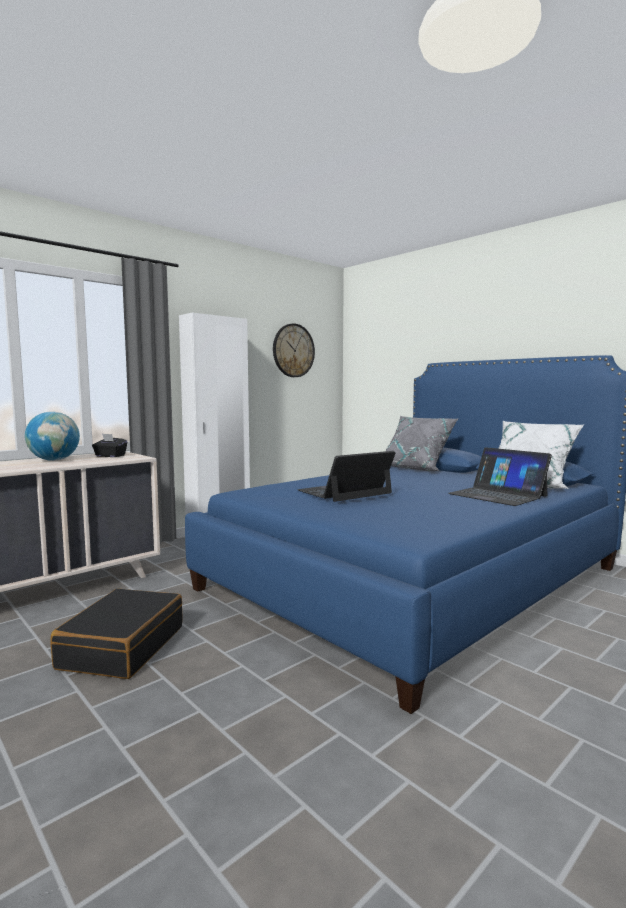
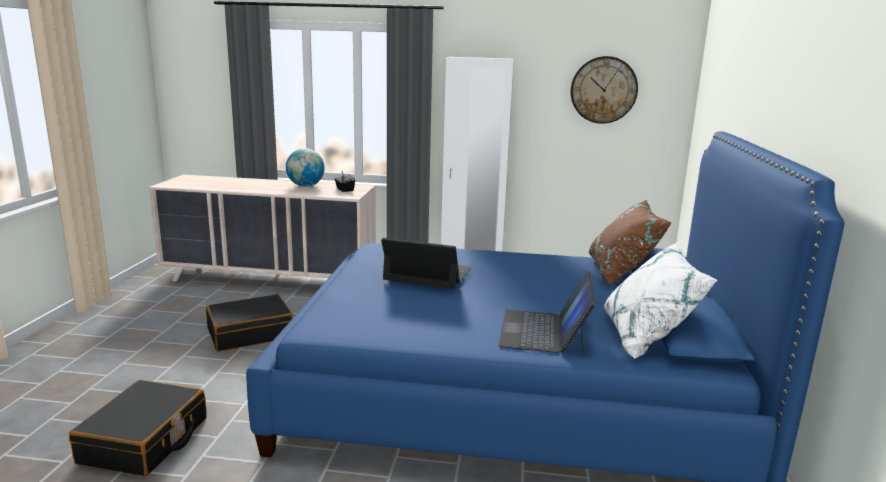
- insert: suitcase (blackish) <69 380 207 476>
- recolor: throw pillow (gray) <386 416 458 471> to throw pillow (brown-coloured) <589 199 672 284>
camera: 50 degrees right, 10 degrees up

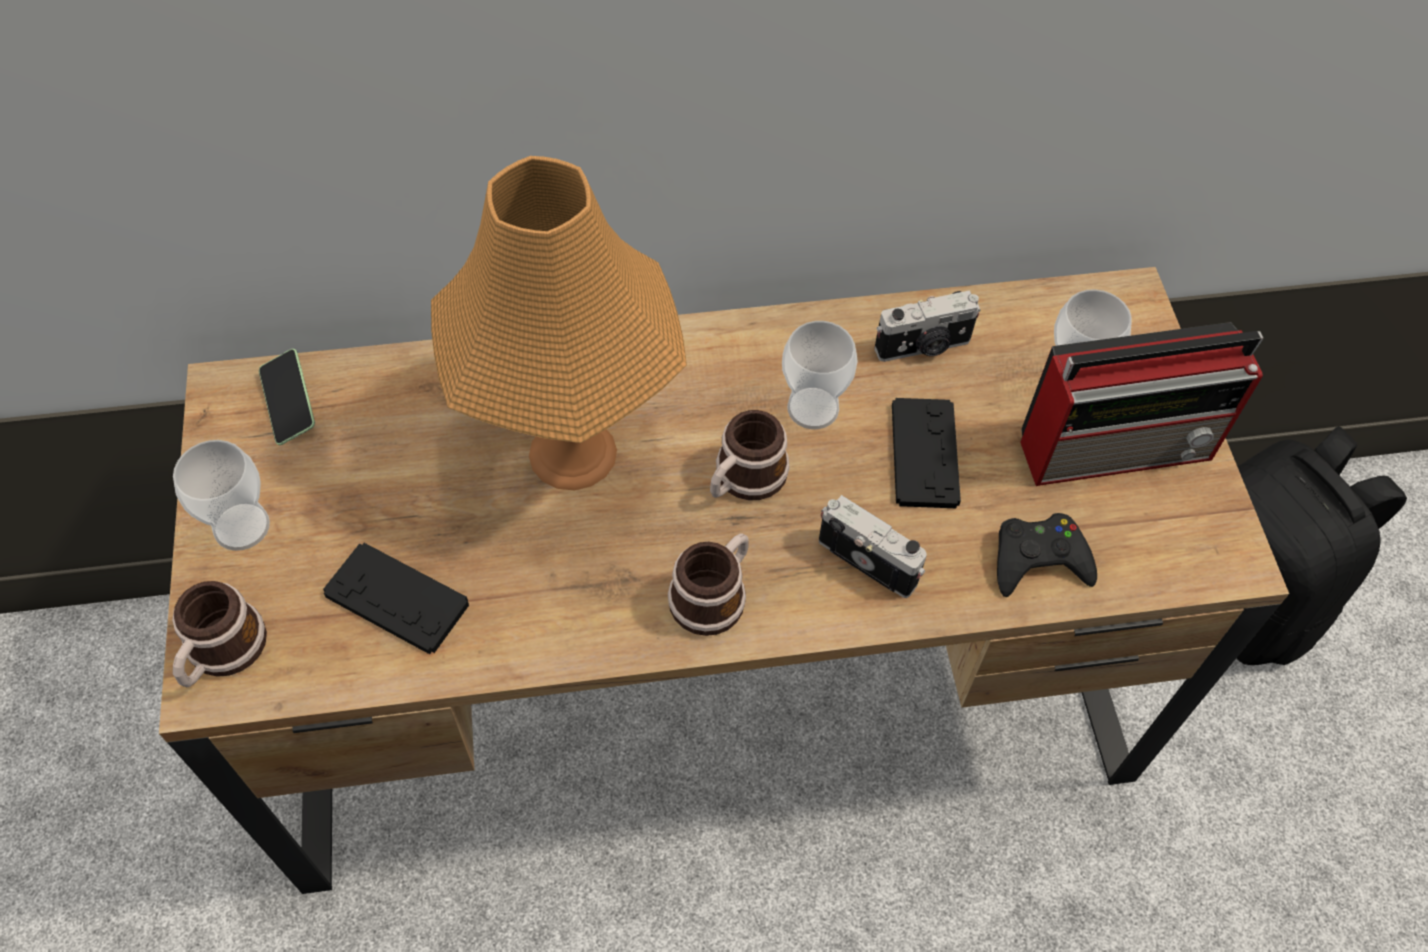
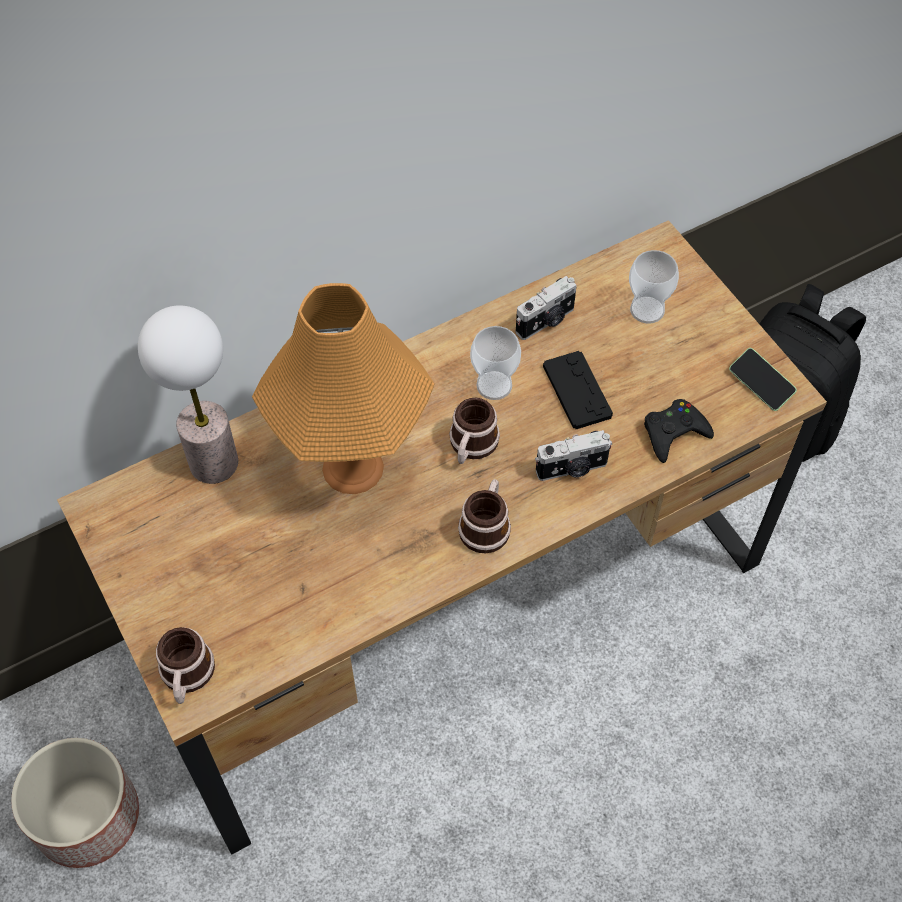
- insert: plant pot <11 738 139 868>
- insert: table lamp <138 306 238 484>
- rotate: still camera <819 495 927 598> = <535 430 612 481> 150 degrees clockwise
- move: telephone <259 349 315 445> to <729 348 797 411>
- delete: cup <173 440 270 551>
- delete: joypad (blackish) <323 543 469 654>
- delete: radio receiver <1020 322 1264 486>
camera: 20 degrees left, 0 degrees up

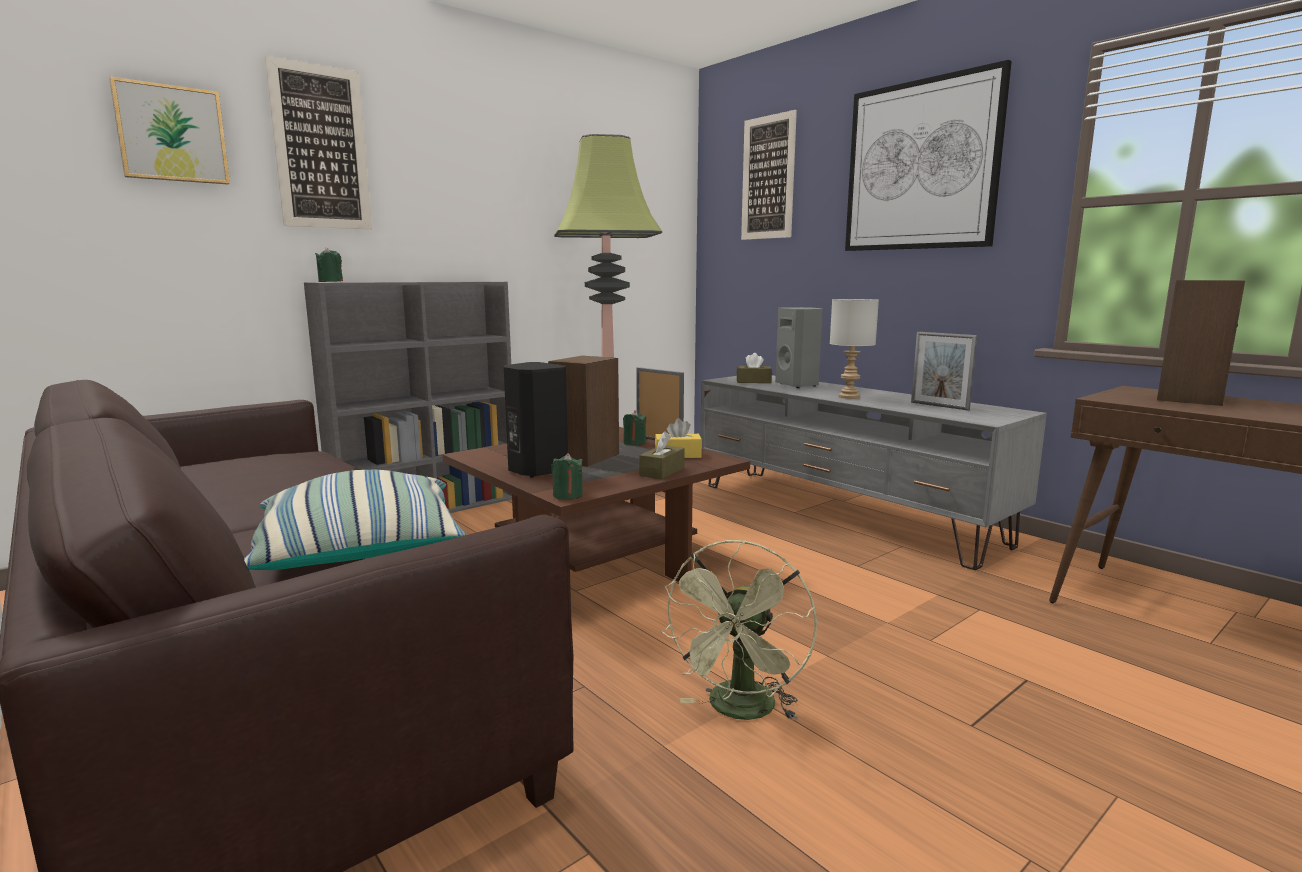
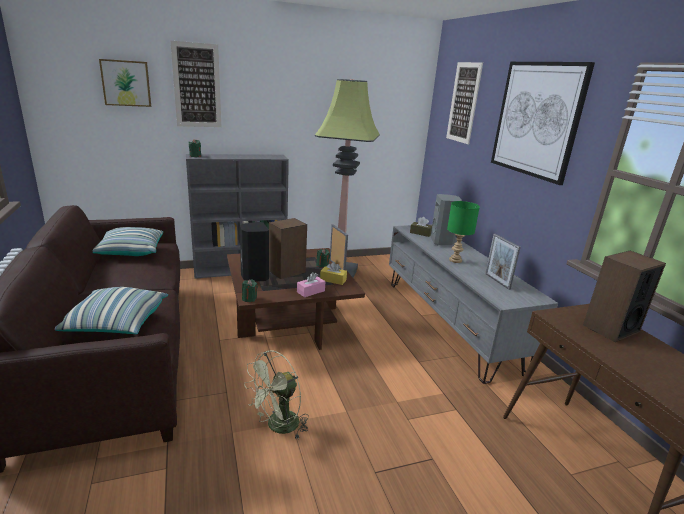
- insert: throw pillow <93 227 163 256>
- recolor: tissue box (brown-coloured) <639 431 685 479> to tissue box (pink-coloured) <297 272 326 297>
- recolor: table lamp (gray) <830 299 879 399> to table lamp (green-coloured) <447 201 480 263>
camera: 20 degrees right, 10 degrees up

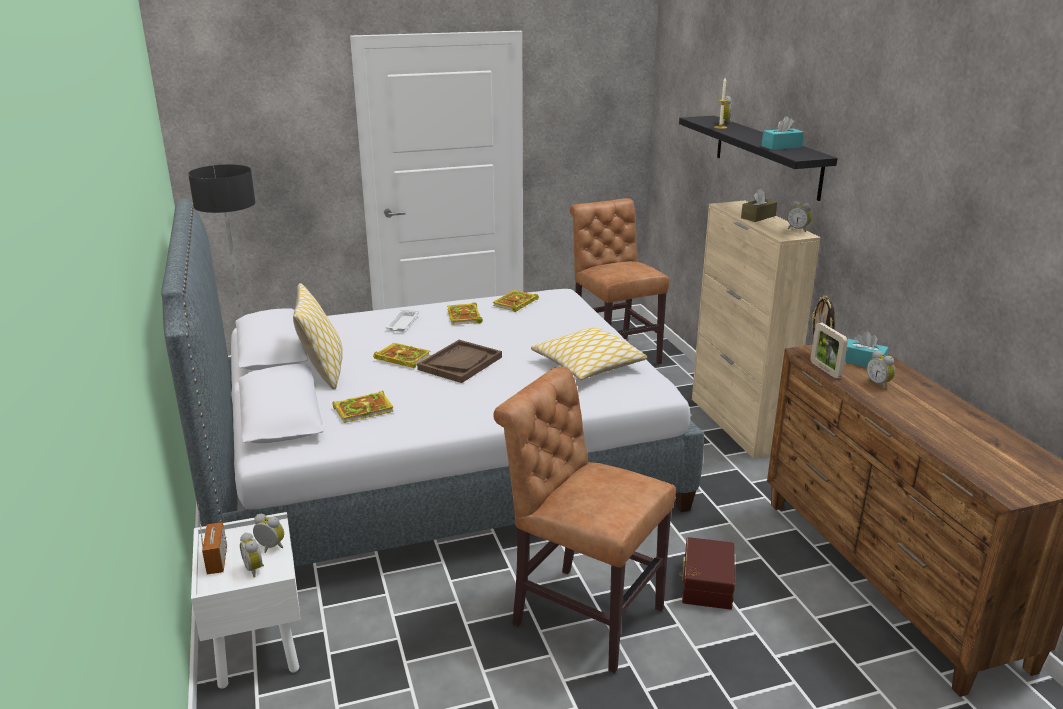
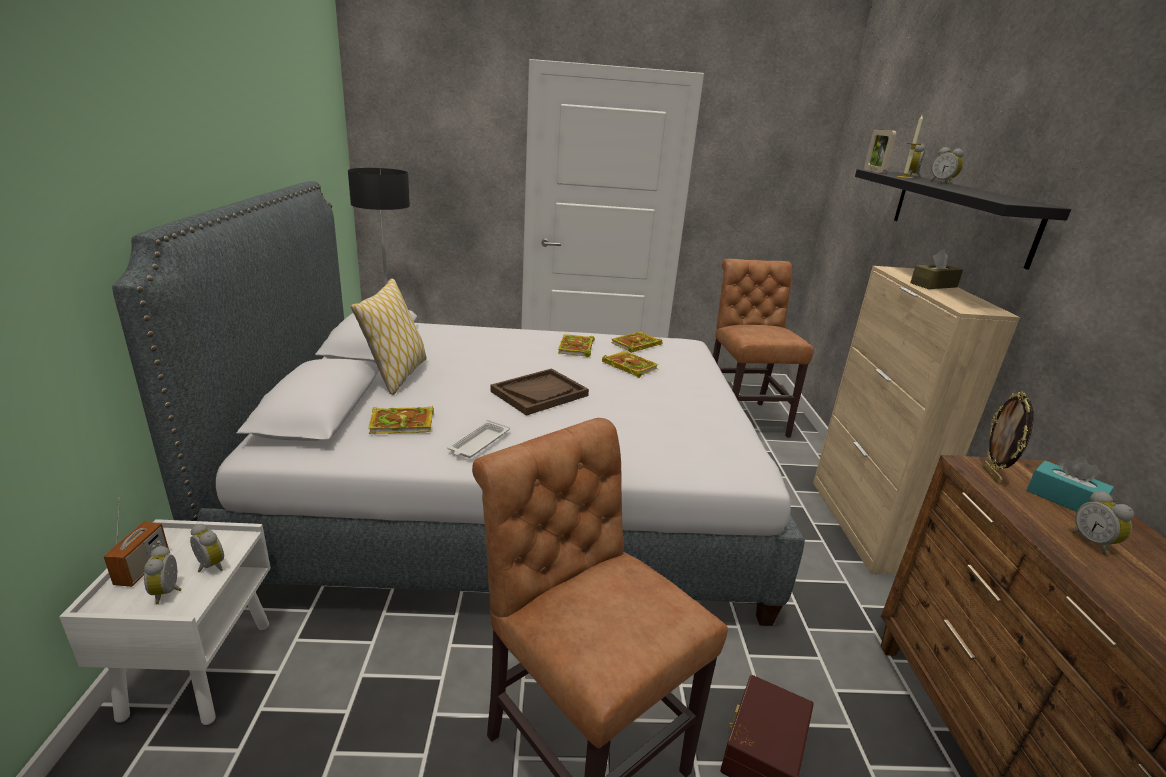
- move: tray (whitish) <386 310 419 332> to <447 420 510 458>
- move: book <373 343 431 369> to <602 351 659 378>
- move: picture frame <810 322 848 378> to <864 129 897 173>
- move: table clock <787 201 812 232> to <930 147 964 184>
- delete: throw pillow <531 327 647 380>
- delete: tissue box (blue-green) <762 116 804 150>
camera: 15 degrees right, 0 degrees up

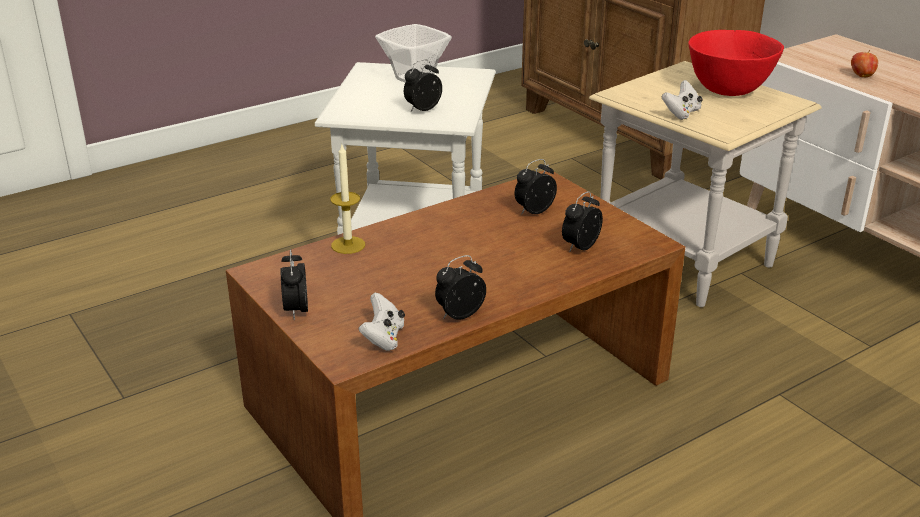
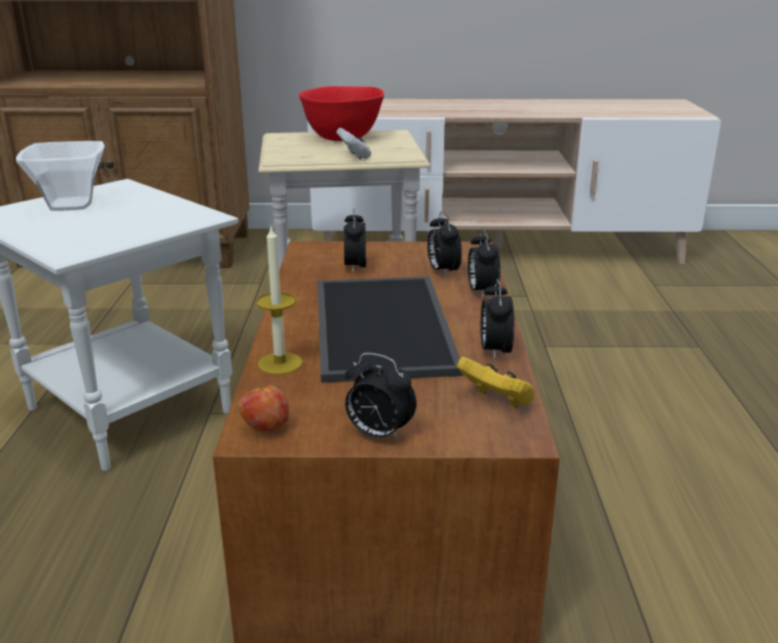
- move: whole apple <851 50 878 77> to <238 381 289 432>
- insert: tray <317 277 464 383>
- recolor: joypad (whitish) <358 293 405 351> to joypad (yellow-coloured) <457 357 534 408>
- move: table clock <404 59 442 112> to <468 229 501 299>
camera: 55 degrees left, 5 degrees down

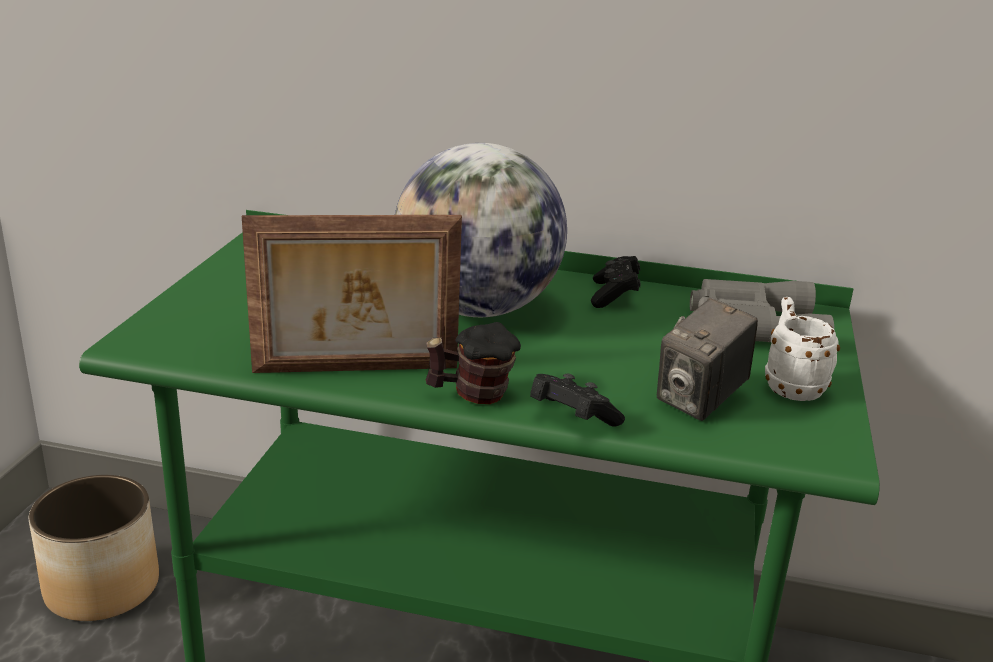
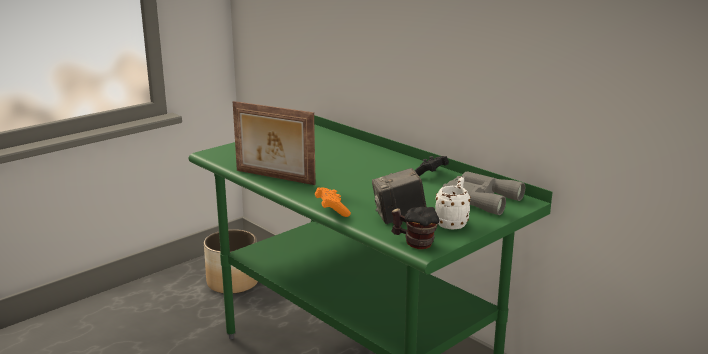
- recolor: joypad (blackish) <530 374 625 427> to joypad (orange-coloured) <315 187 351 217>
- move: tea mug <426 322 521 404> to <391 207 439 249>
- delete: globe <395 143 567 317>
camera: 35 degrees right, 5 degrees down

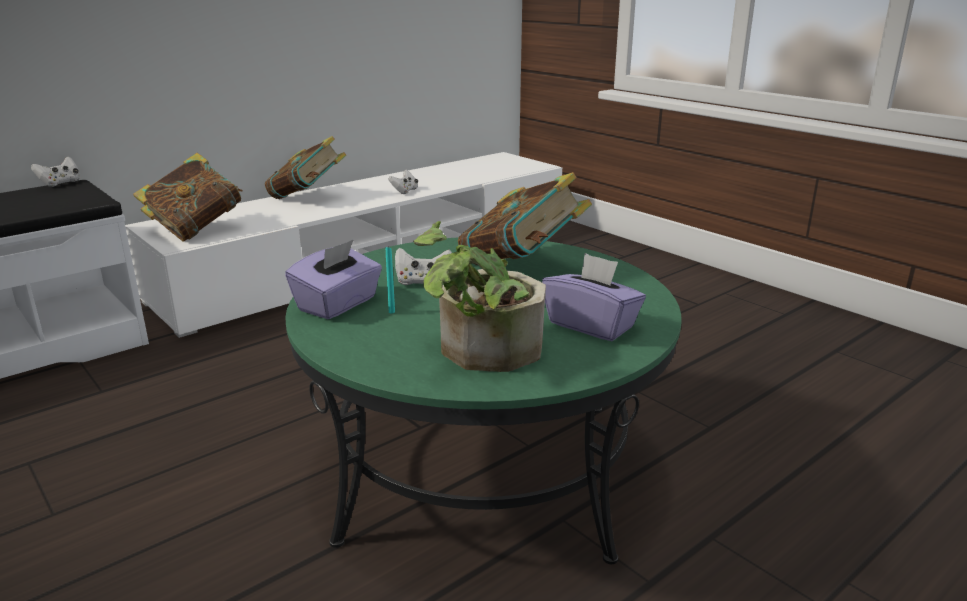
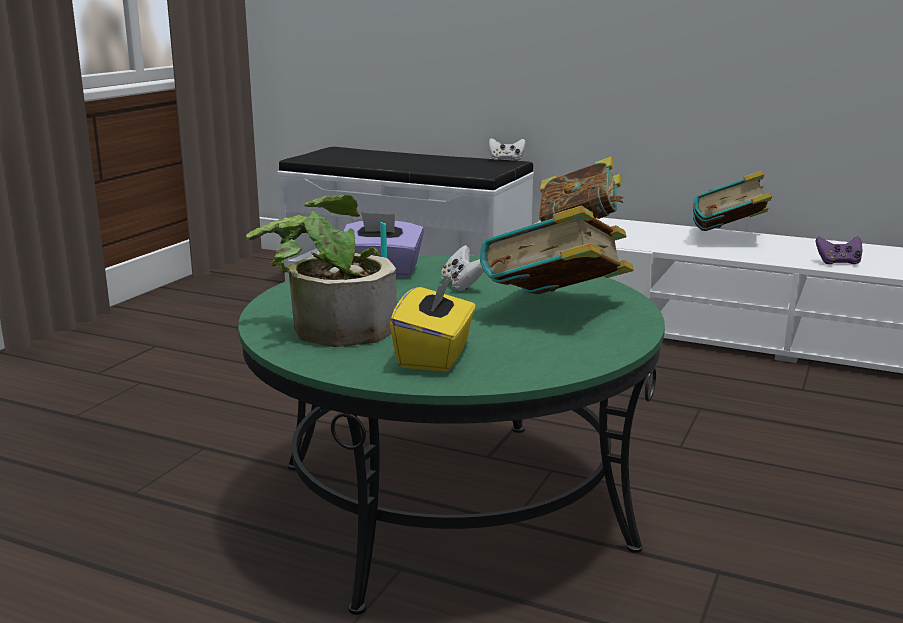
- recolor: tissue box (purplish) <542 253 646 341> to tissue box (yellow-coloured) <390 275 476 372>
- recolor: joypad (whitish) <388 169 418 194> to joypad (purplish) <815 236 863 264>
camera: 65 degrees right, 5 degrees down

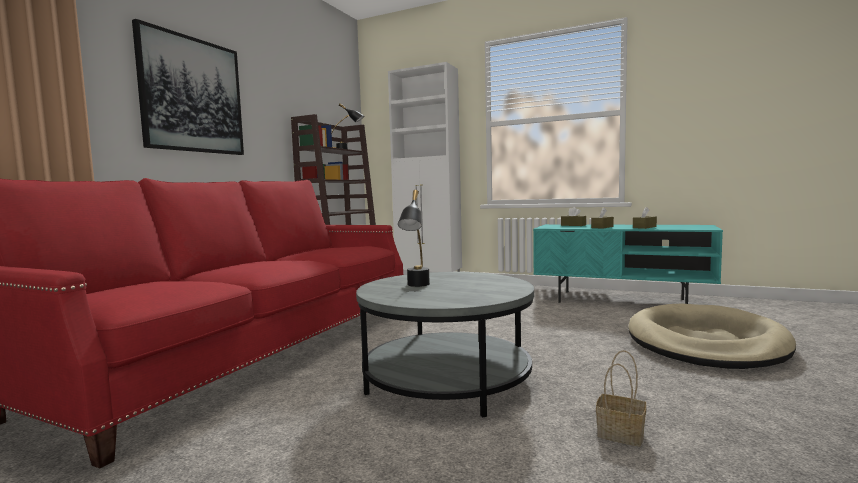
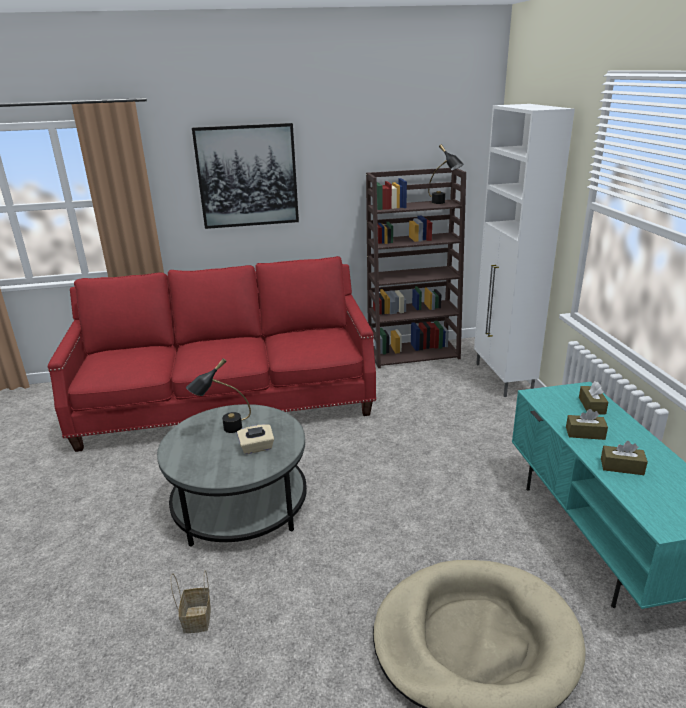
- insert: tissue box (beige) <237 424 274 454>
camera: 55 degrees right, 20 degrees up

